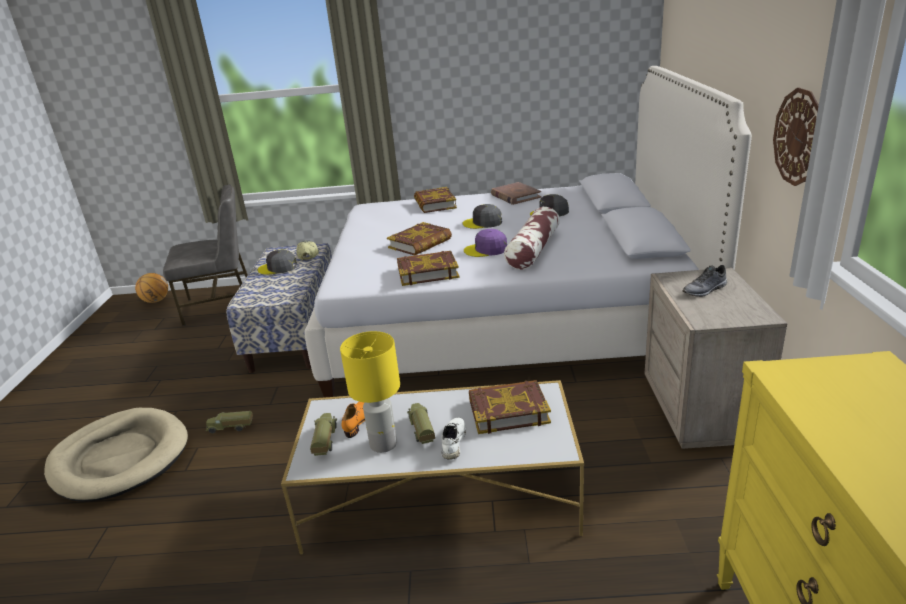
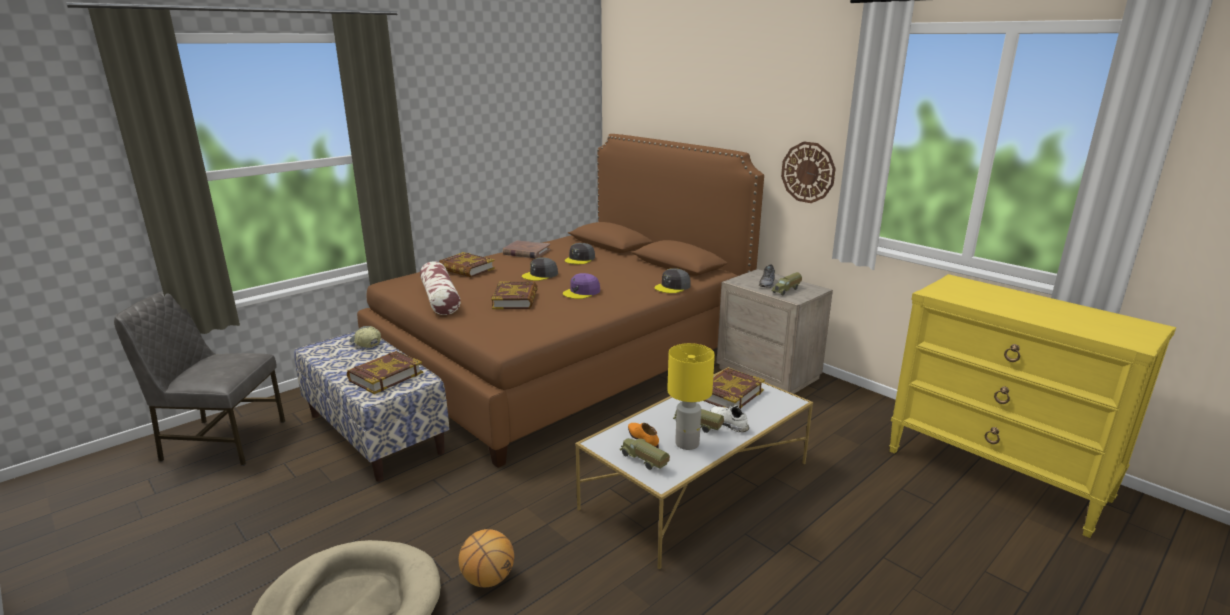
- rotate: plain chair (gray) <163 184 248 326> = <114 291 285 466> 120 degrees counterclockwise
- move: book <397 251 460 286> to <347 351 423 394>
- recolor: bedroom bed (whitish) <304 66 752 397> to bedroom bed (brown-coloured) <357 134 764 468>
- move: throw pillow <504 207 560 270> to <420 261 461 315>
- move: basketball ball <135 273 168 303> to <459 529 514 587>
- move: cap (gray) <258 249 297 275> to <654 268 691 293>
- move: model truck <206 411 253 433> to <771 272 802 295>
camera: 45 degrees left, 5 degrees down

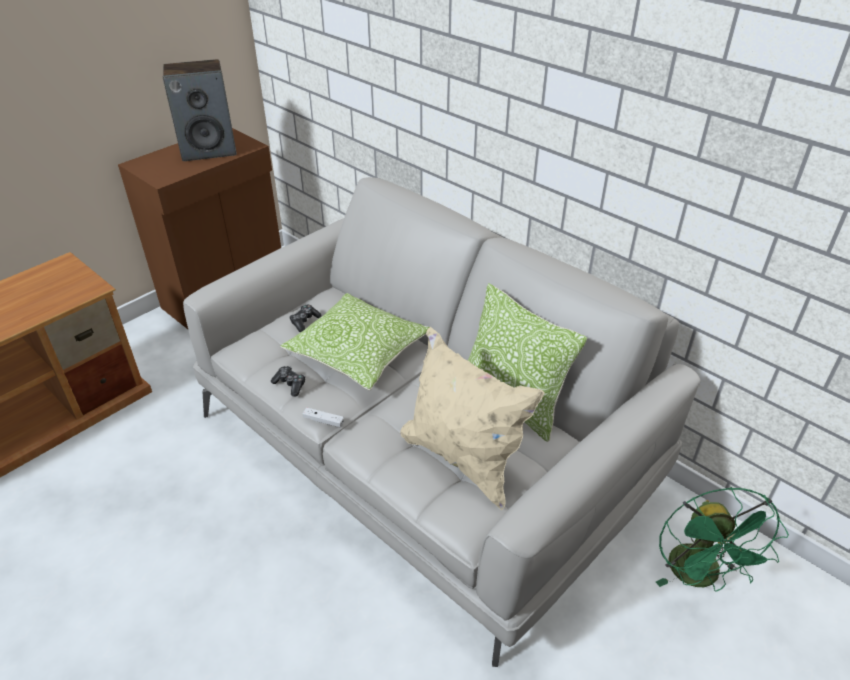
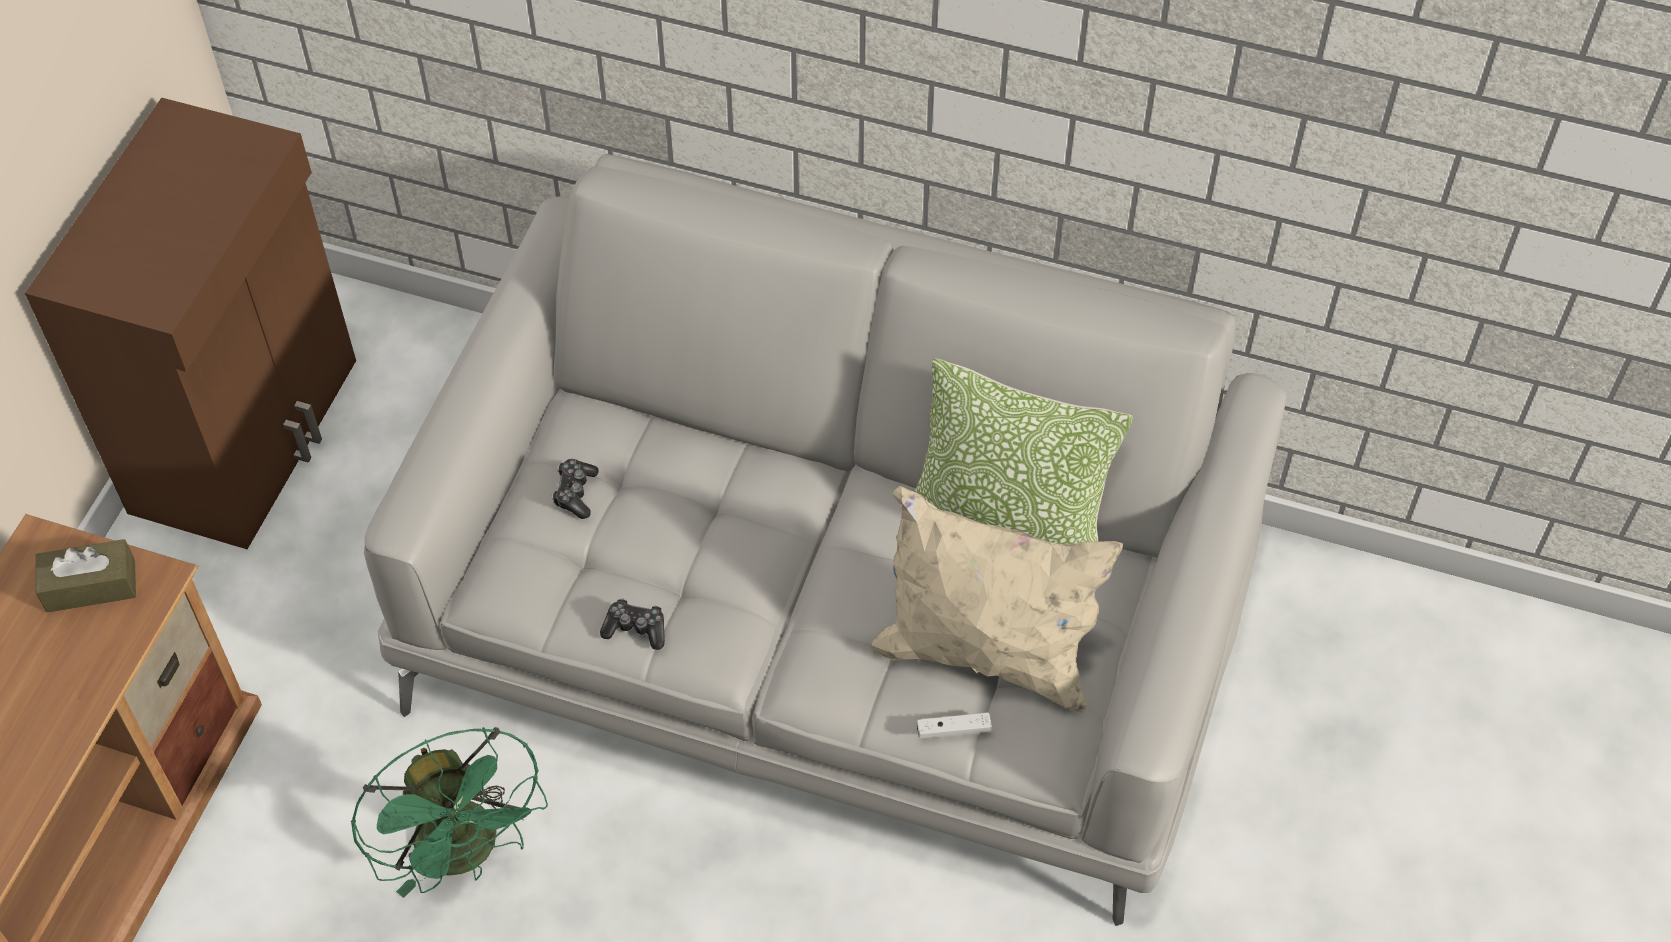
- insert: tissue box (brown-coloured) <36 539 136 613>
- move: fan (green-coloured) <656 487 789 592> to <351 727 548 898>
- move: joypad (whitish) <303 407 344 428> to <917 712 992 738>
- delete: loudspeaker <163 59 237 161>
- delete: throw pillow <280 293 430 390>
camera: 25 degrees left, 15 degrees up

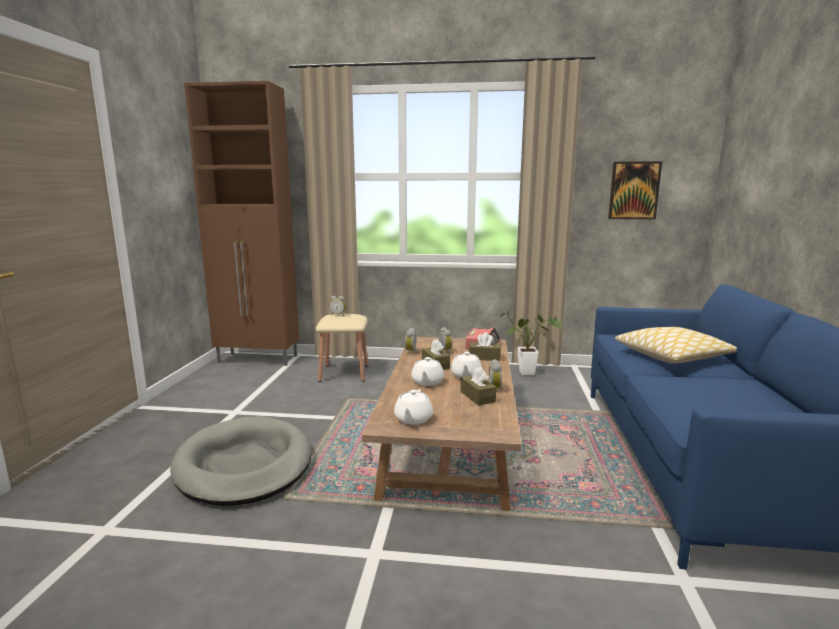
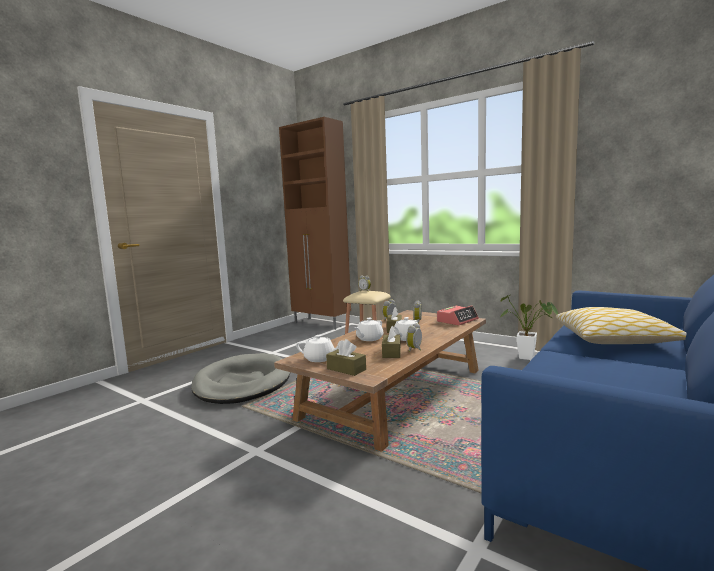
- rotate: pot for tea (whitish) <394 389 433 425> = <296 335 344 362> 120 degrees counterclockwise
- move: tissue box (brown-coloured) <469 333 501 361> to <326 339 366 376>
- delete: wall art <608 162 662 219>
camera: 30 degrees right, 5 degrees down

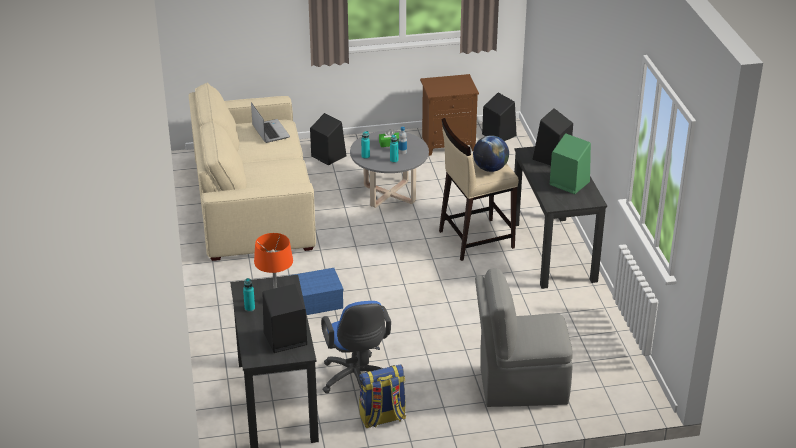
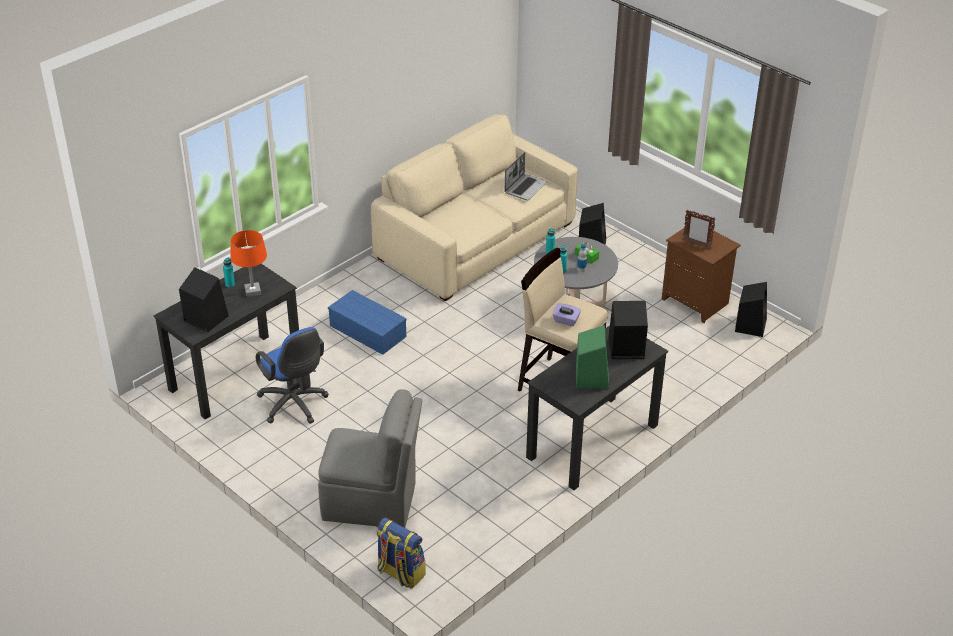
- rotate: computer chair (bluish) <321 301 391 394> = <256 327 329 424> 75 degrees counterclockwise
- rotate: plain chair (gray) <475 268 573 407> = <318 389 422 528> 135 degrees clockwise
- move: knapsack <359 364 406 428> to <377 518 426 589>
- replace: globe <473 135 509 172> to tissue box (purplish) <552 303 581 326>
- insert: picture frame <683 210 716 249>
camera: 55 degrees right, 5 degrees up

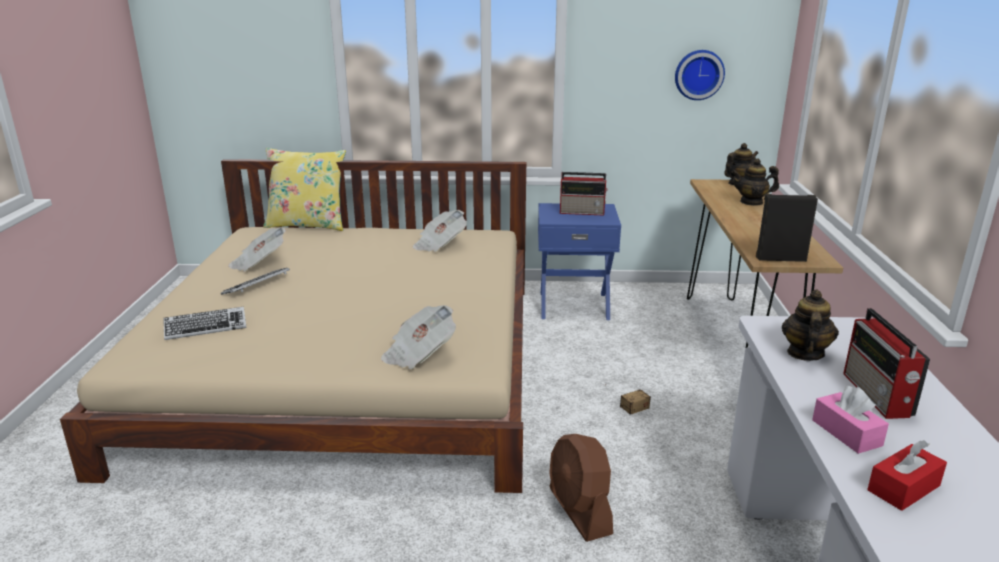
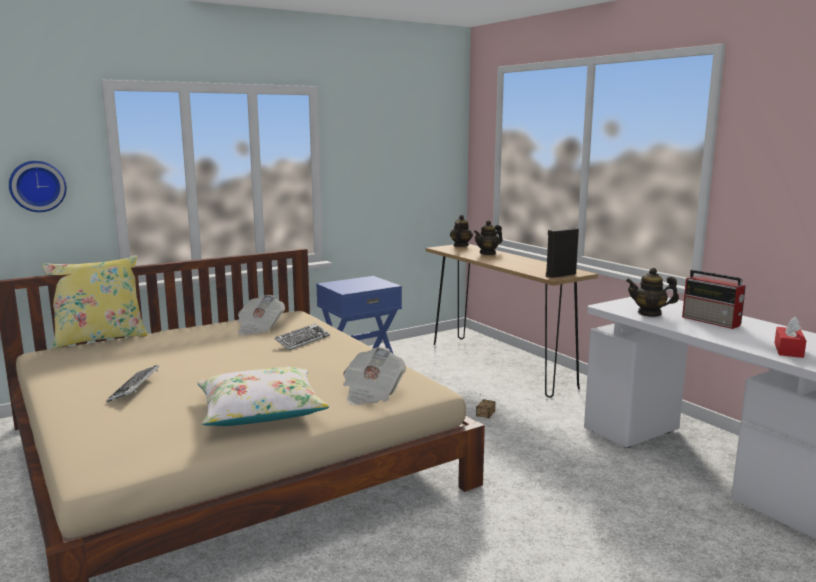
- move: hanging clock <675 50 725 100> to <9 161 67 212>
- insert: throw pillow (whitish) <198 367 329 426>
- move: computer keyboard <163 307 247 340> to <274 323 330 350>
- rotate: pot for tea <782 290 839 361> = <626 268 679 317> 60 degrees counterclockwise
- delete: daily paper <228 227 286 272>
- delete: fan (brown-coloured) <549 434 613 542>
- delete: radio receiver <560 172 608 216>
- delete: tissue box (pink-coloured) <812 386 889 454>
camera: 35 degrees left, 10 degrees down

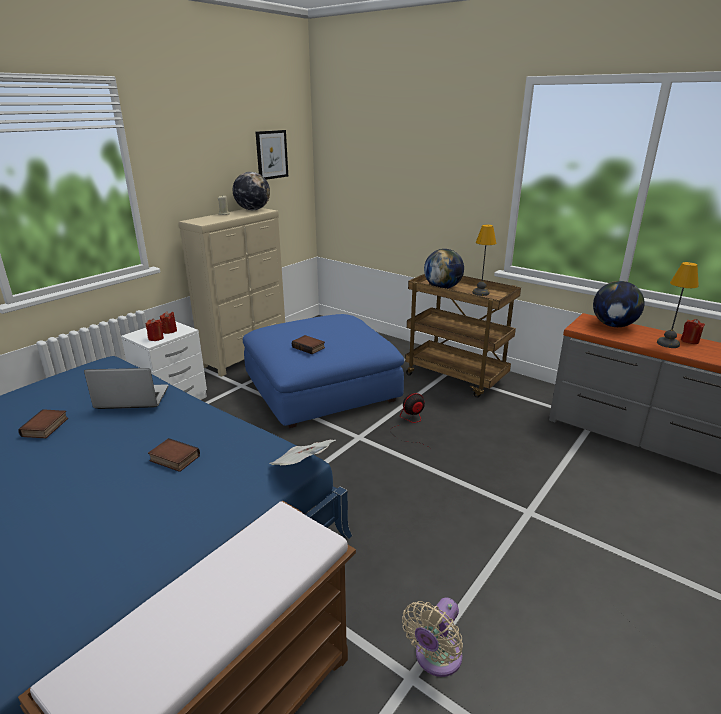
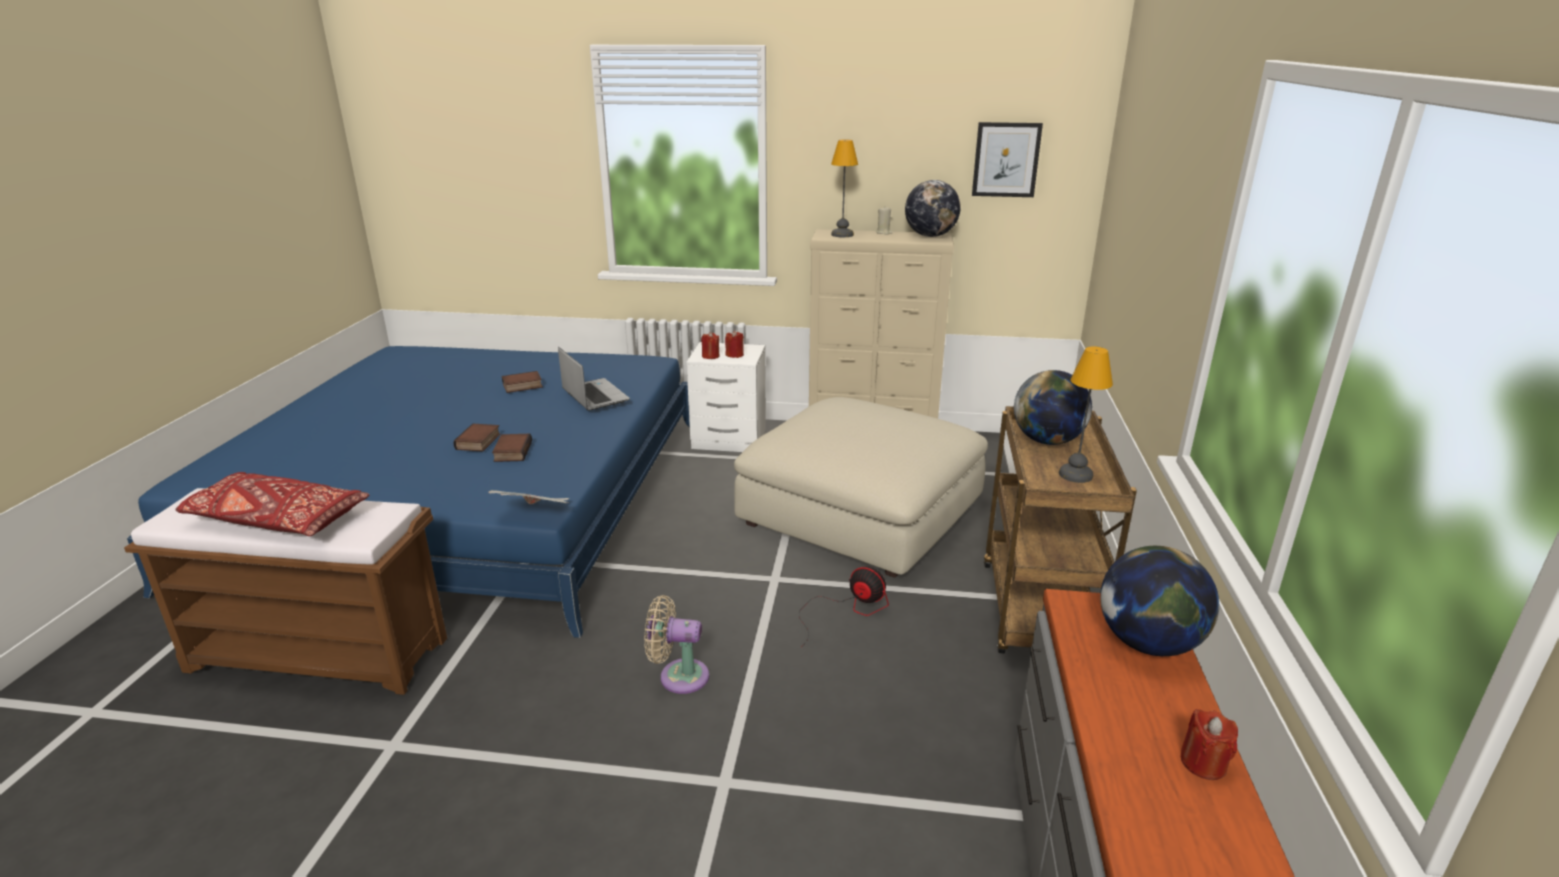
- insert: throw pillow (red) <175 472 369 536>
- move: book <292 335 325 354> to <453 424 500 452>
- move: fan (beige) <402 597 463 677> to <644 595 709 694>
- recolor: footrest (bluish) <243 314 404 428> to footrest (beige) <734 397 988 578>
- move: table lamp <657 262 699 348> to <831 139 858 237>
camera: 60 degrees right, 0 degrees up

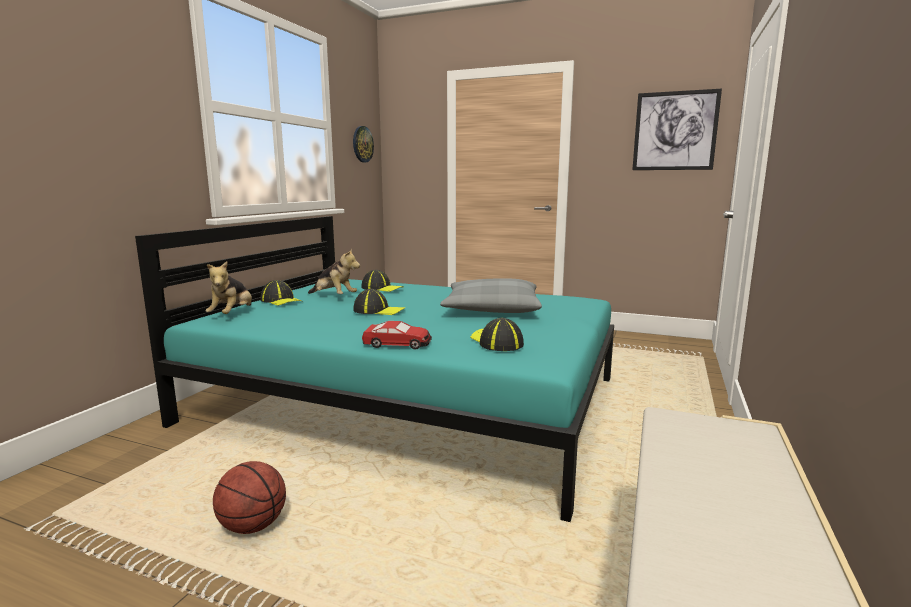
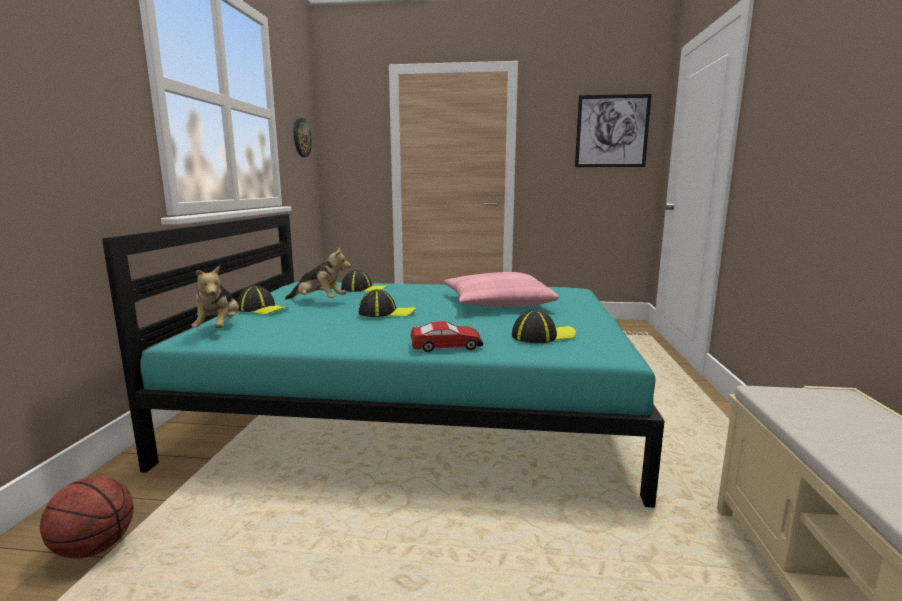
- move: basketball ball <213 461 286 534> to <40 476 134 558>
- recolor: throw pillow (gray) <440 278 542 313> to throw pillow (pink-coloured) <444 272 559 307>
- rotate: cap <470 318 524 351> = <512 309 576 343> 105 degrees clockwise
camera: 15 degrees left, 0 degrees up

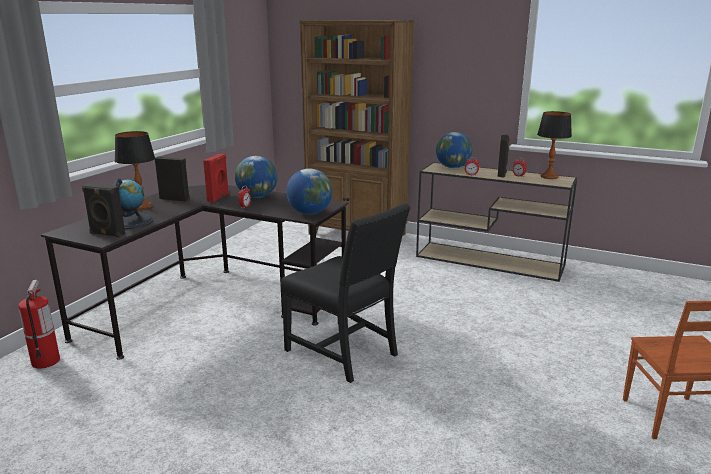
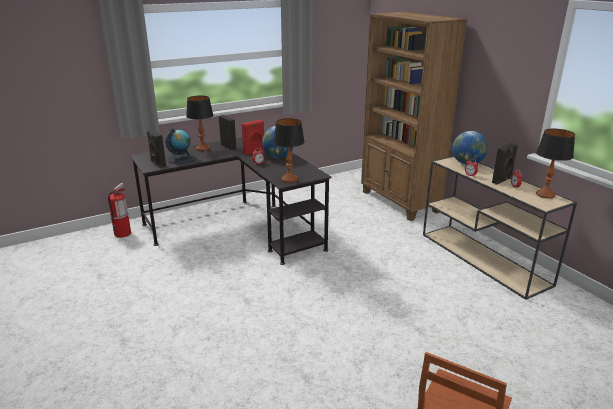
- replace: globe <286 168 332 215> to table lamp <273 118 305 183>
- delete: plain chair (blackish) <280 203 411 383>
camera: 35 degrees right, 5 degrees up

